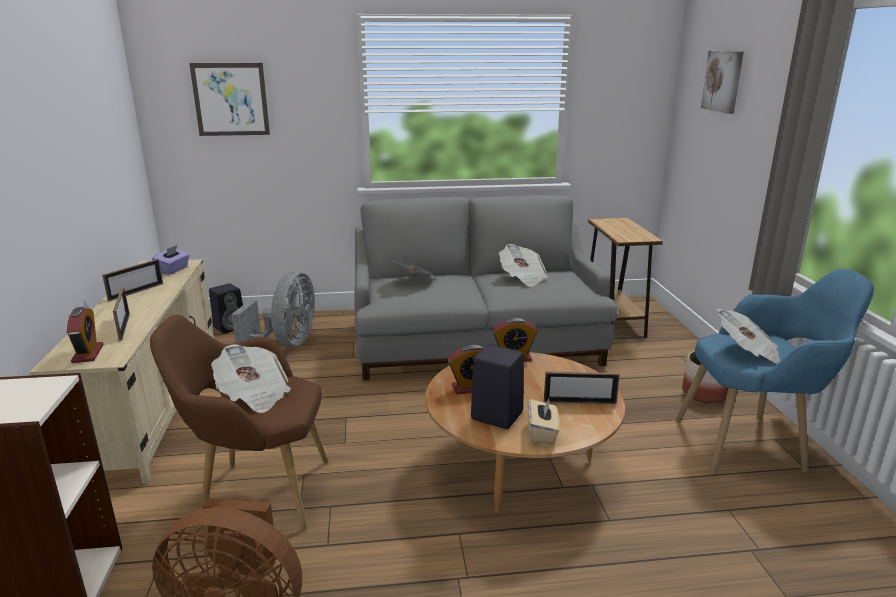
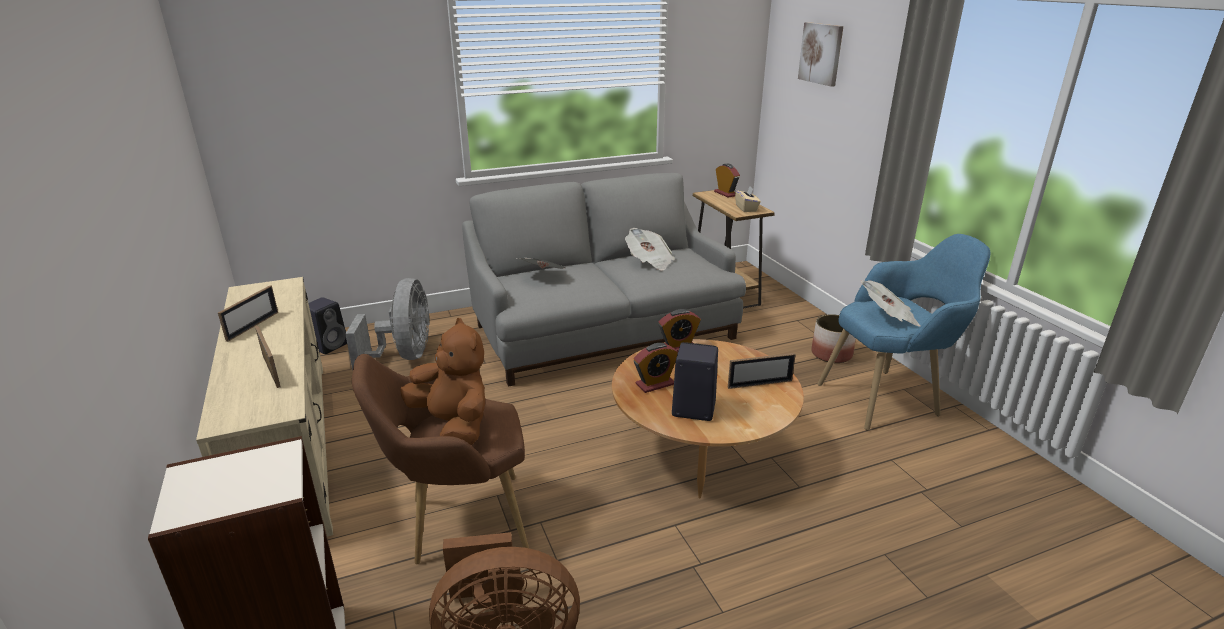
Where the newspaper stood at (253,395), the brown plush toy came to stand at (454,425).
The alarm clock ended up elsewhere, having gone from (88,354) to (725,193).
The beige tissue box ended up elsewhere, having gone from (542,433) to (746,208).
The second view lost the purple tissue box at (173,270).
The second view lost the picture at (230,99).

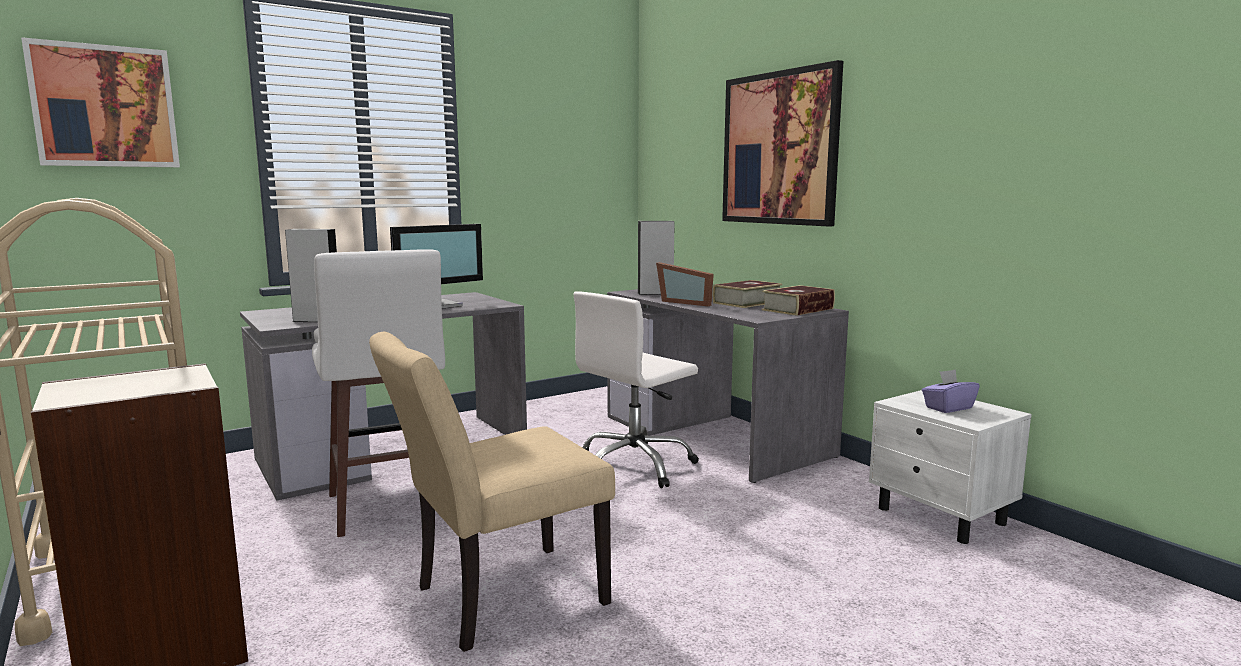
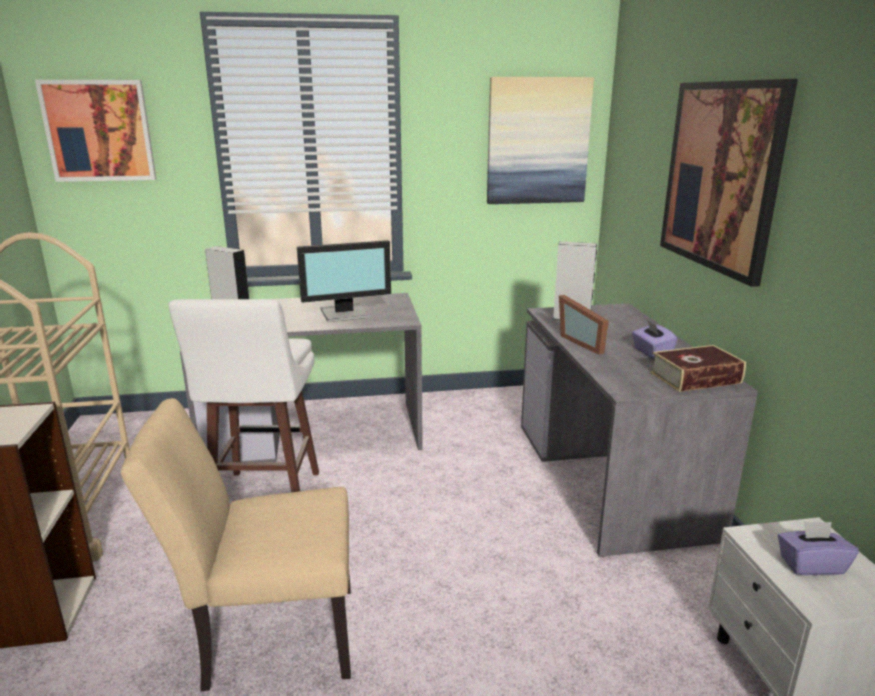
The second view gained the picture at (537,141).
Where the book stood at (747,302), the purple tissue box came to stand at (651,352).
The second view lost the white office chair at (634,465).

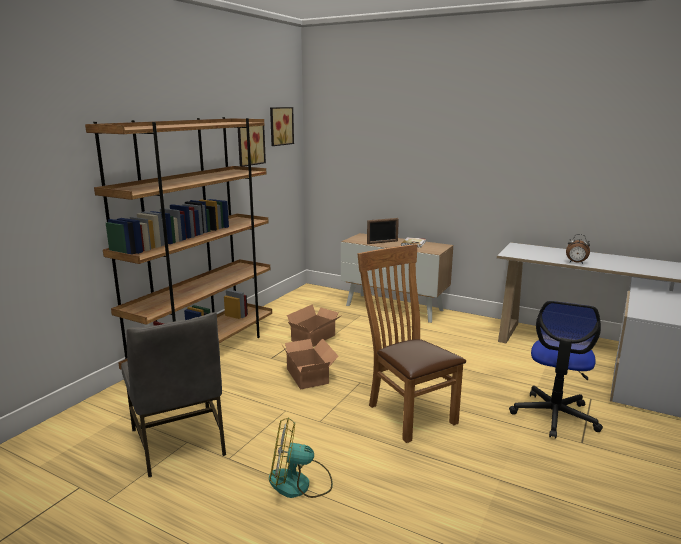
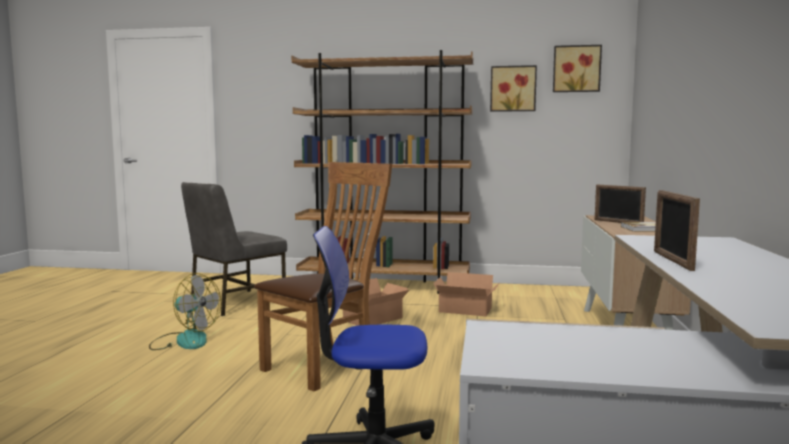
The fan at (299,483) ended up facing another way, 135 degrees clockwise from before.
Where the alarm clock stood at (576,263), the picture frame came to stand at (672,260).

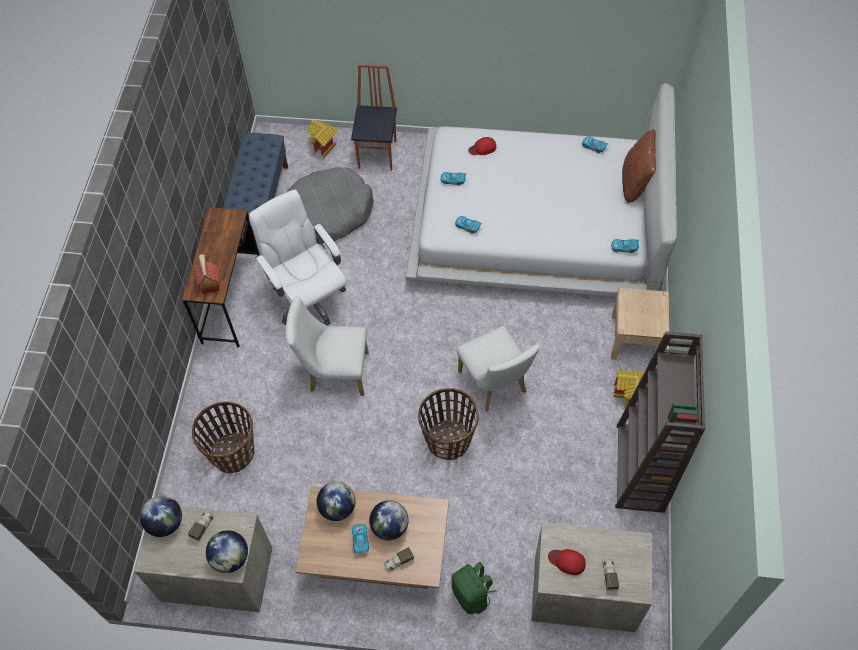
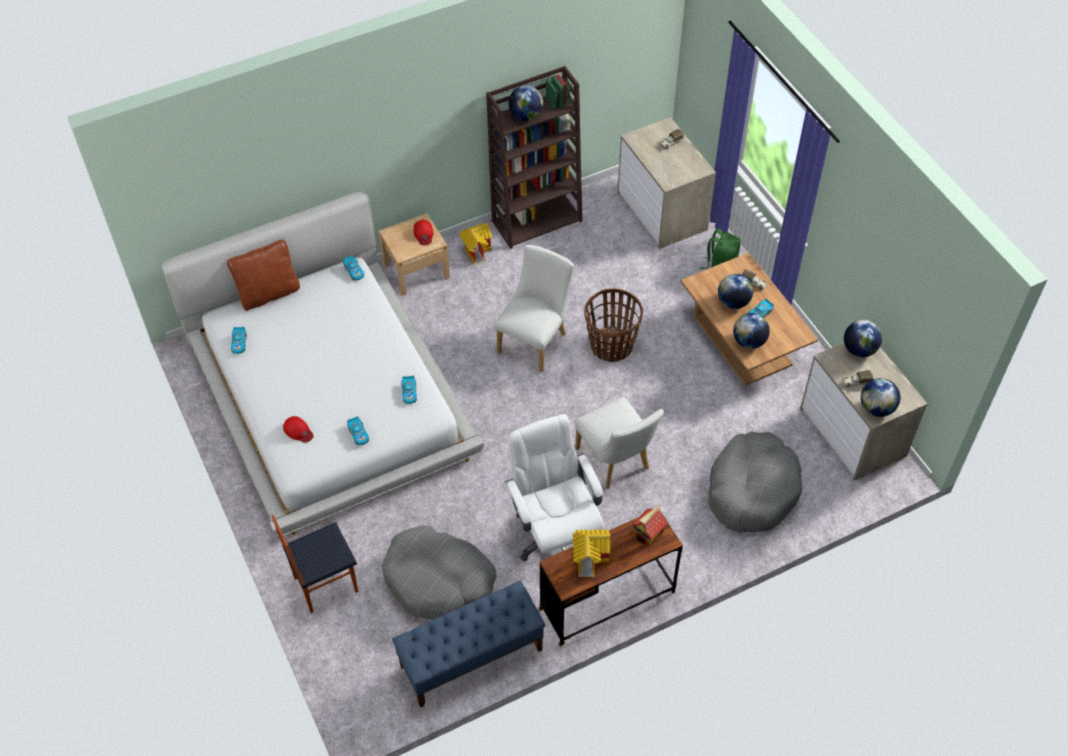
The red cap ended up elsewhere, having gone from (567,561) to (423,234).
The white office chair at (308,297) ended up facing another way, 135 degrees clockwise from before.
The second view gained the globe at (526,116).
The toy house ended up elsewhere, having gone from (324,147) to (590,558).
Where the basket stood at (233,453), the grey dog bed came to stand at (752,490).

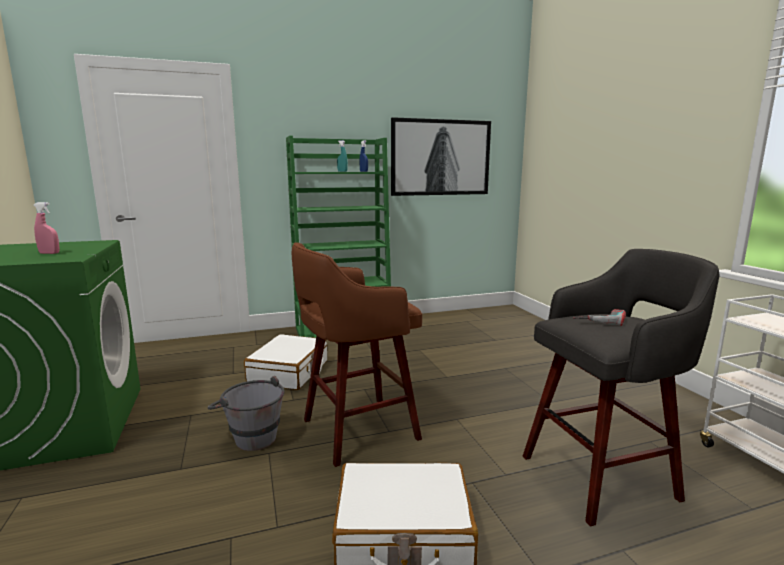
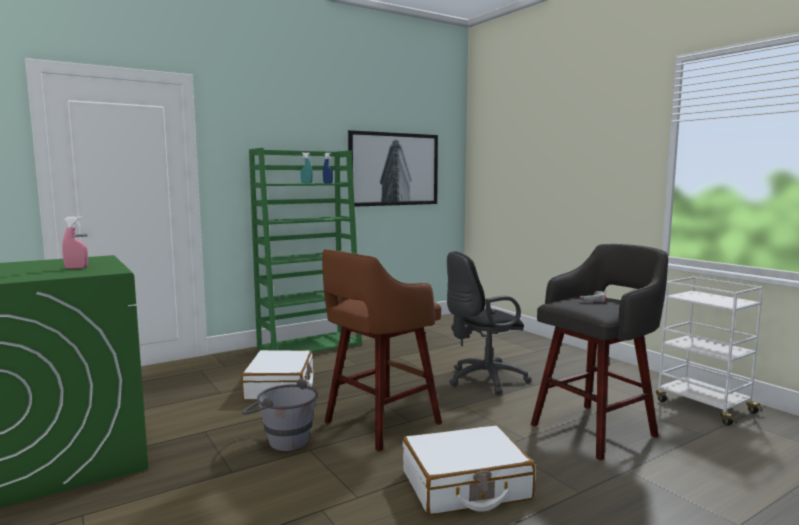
The second view gained the black office chair at (482,380).

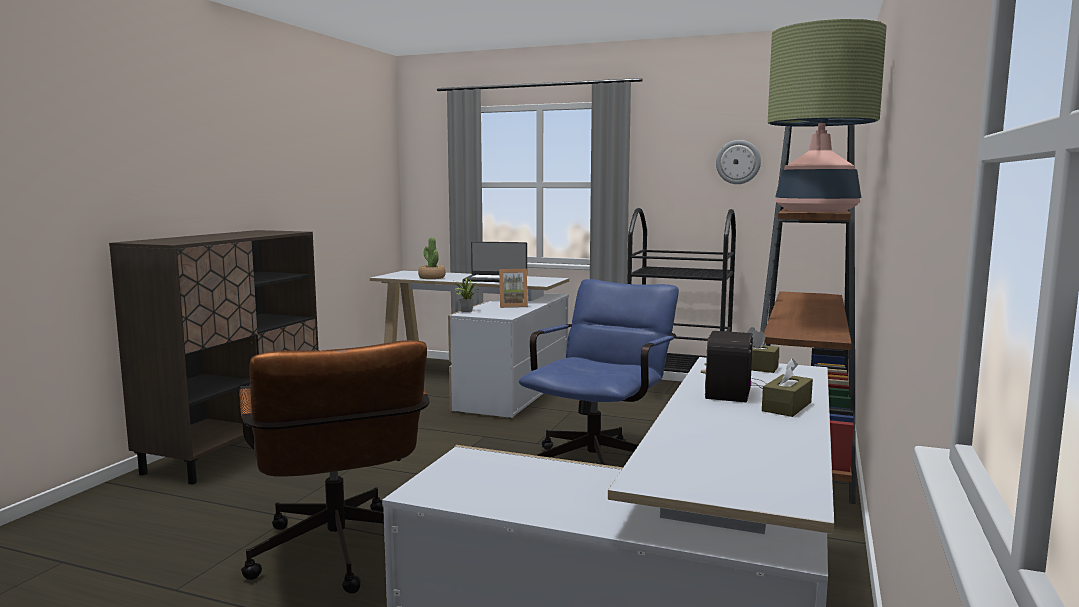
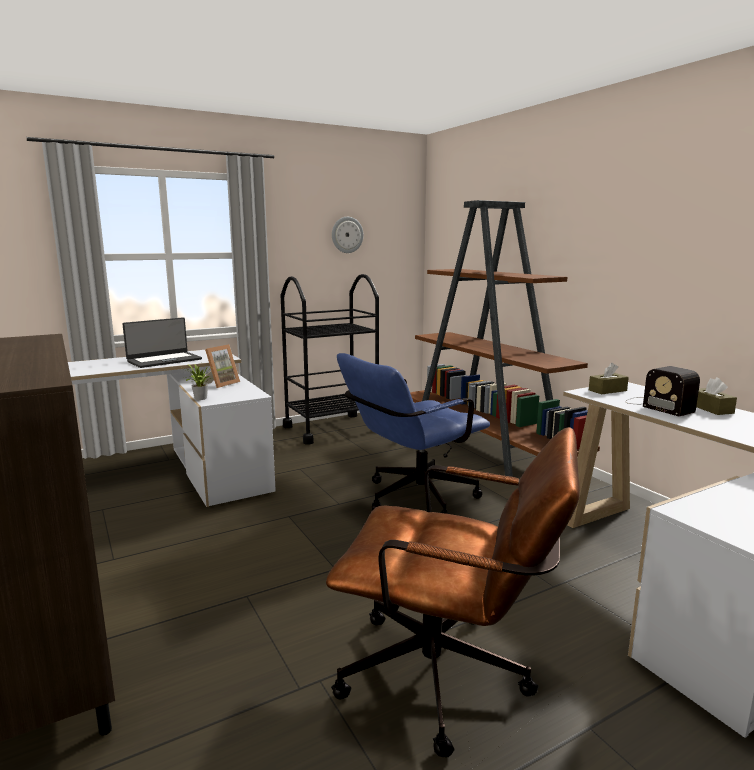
The blue office chair at (599,463) ended up facing another way, 105 degrees counterclockwise from before.
The second view lost the potted plant at (431,278).
The second view lost the table lamp at (816,210).

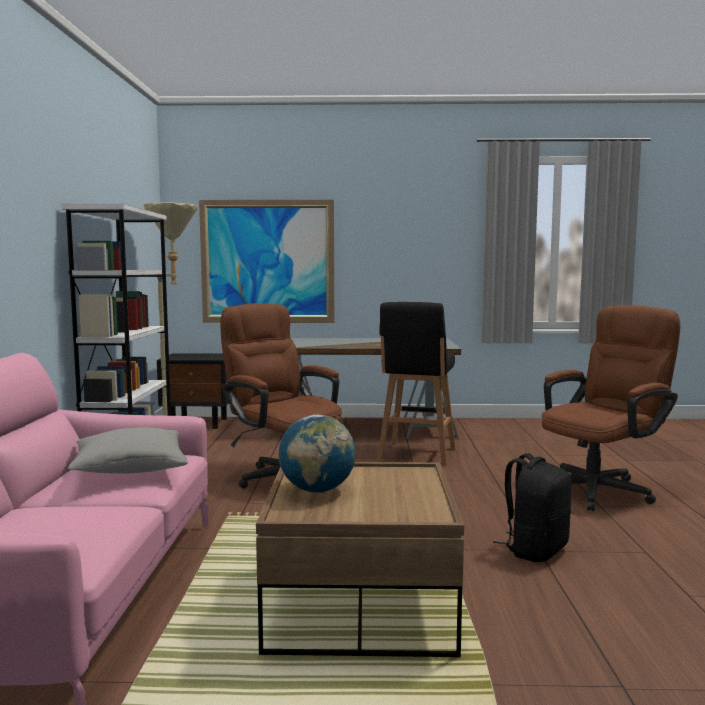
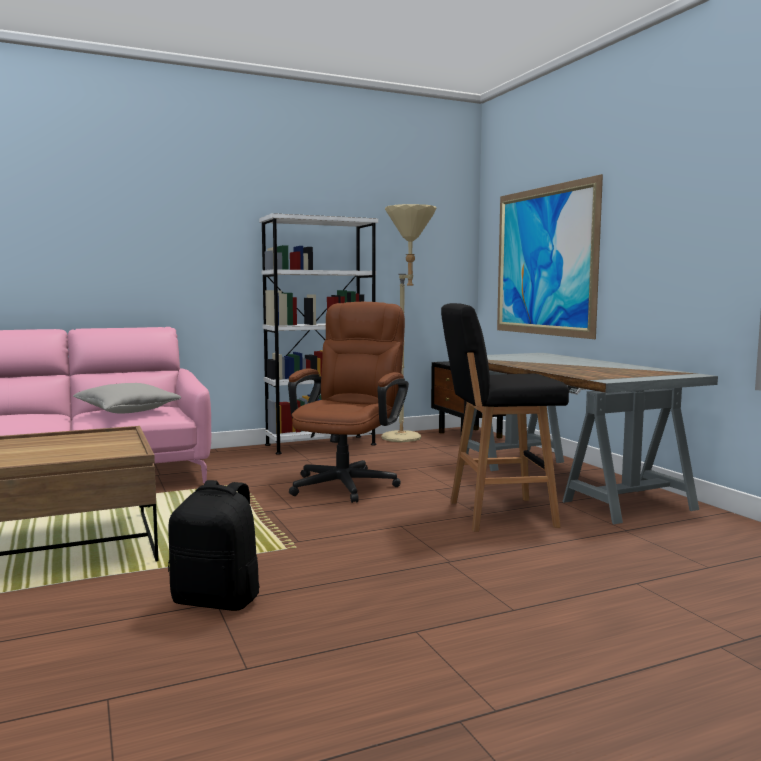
The second view lost the globe at (317,490).
The second view lost the brown office chair at (600,489).

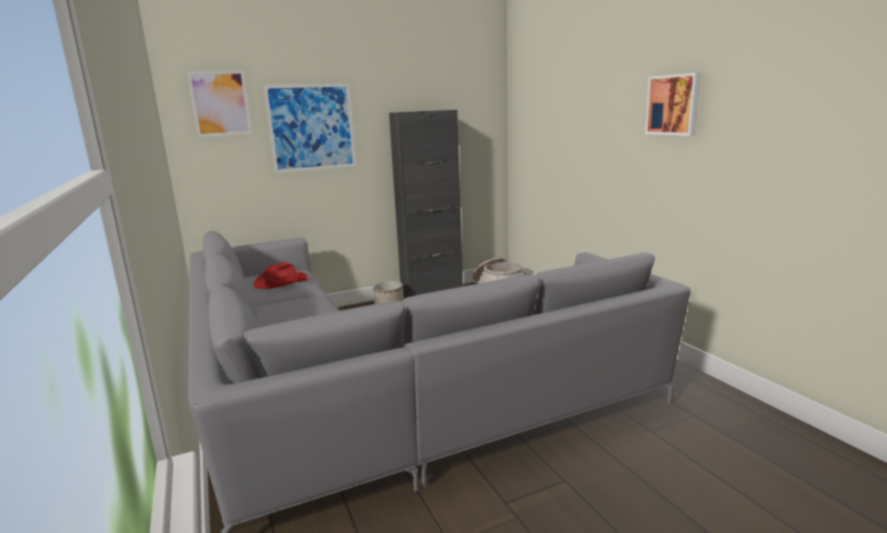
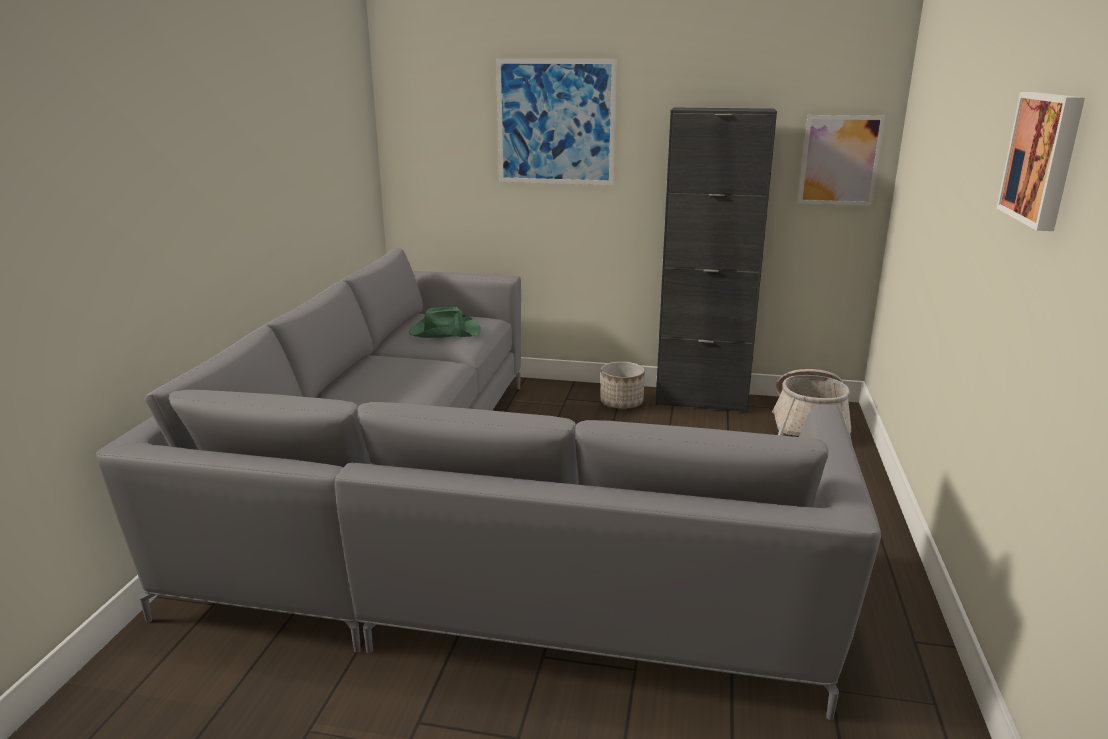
What was the red hat at (280,282) turned into the green hat at (444,332).
The picture ended up elsewhere, having gone from (220,103) to (840,160).

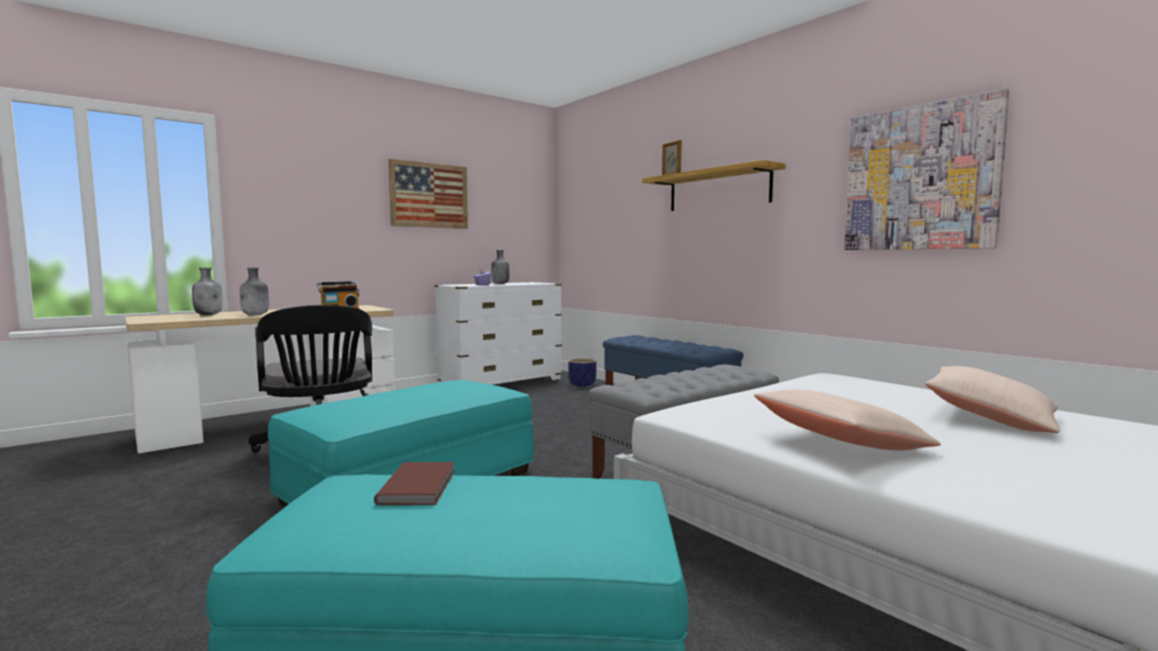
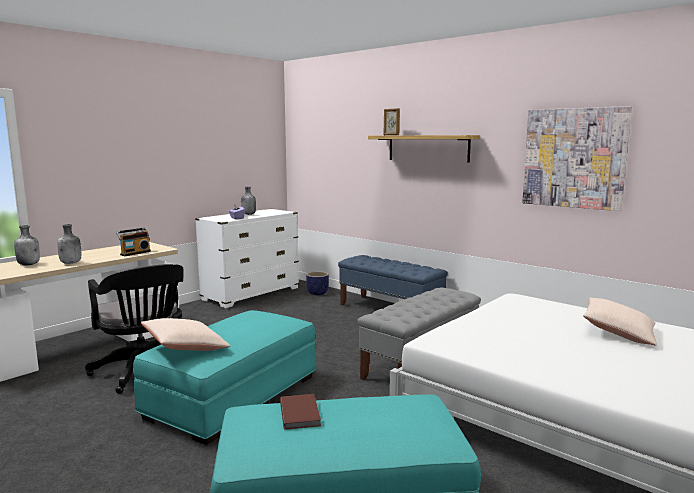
The beige pillow ended up elsewhere, having gone from (841,443) to (185,347).
The second view lost the picture at (429,195).

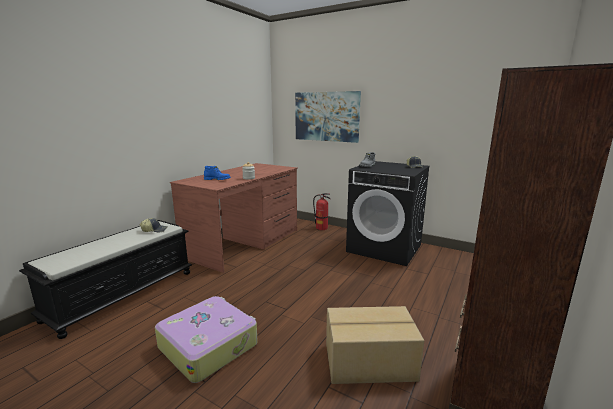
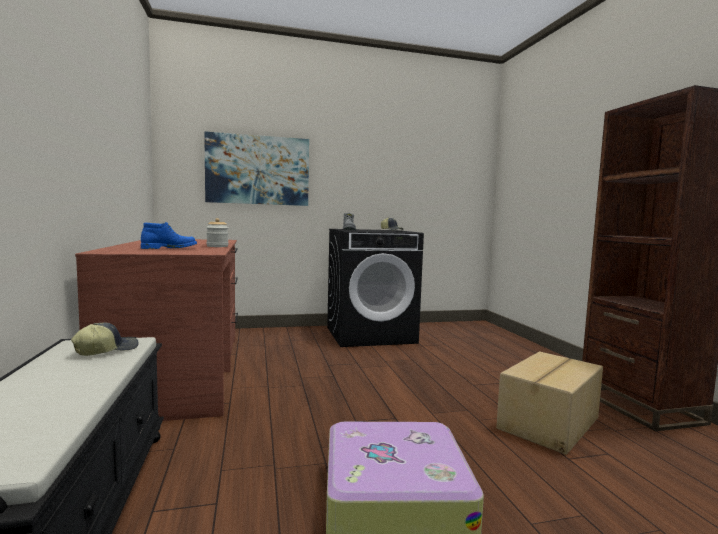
The second view lost the fire extinguisher at (322,228).

